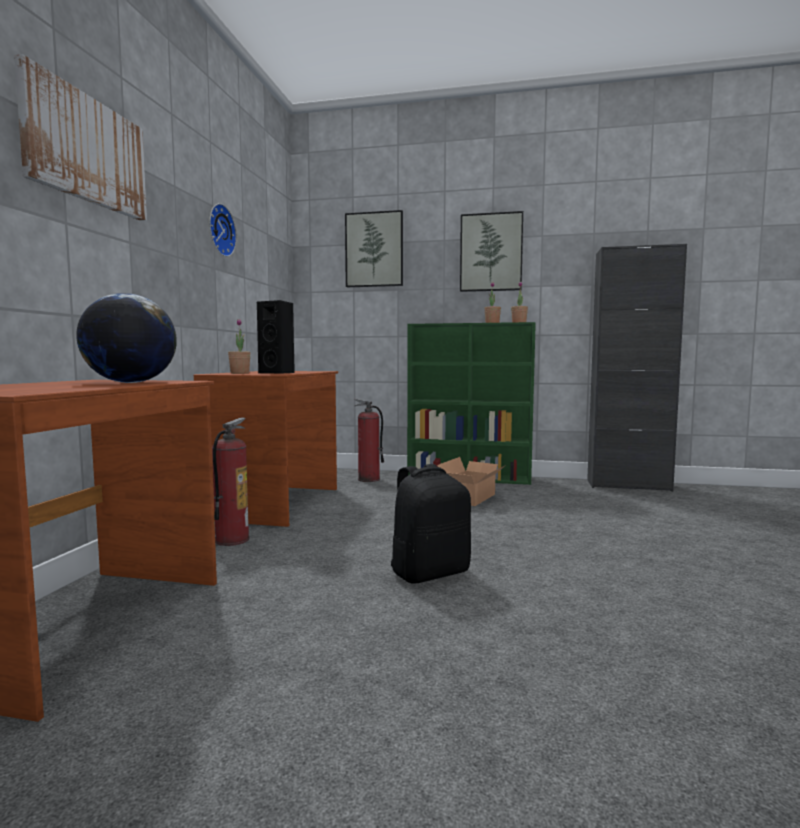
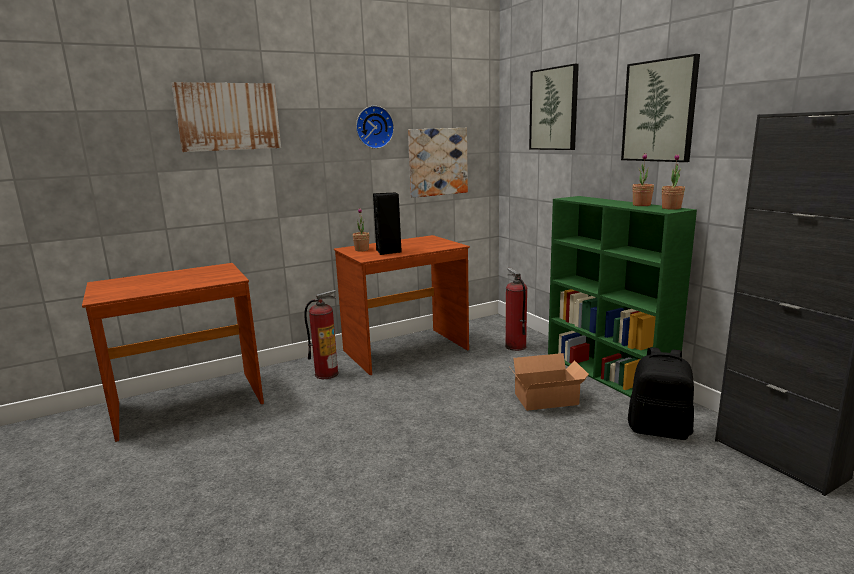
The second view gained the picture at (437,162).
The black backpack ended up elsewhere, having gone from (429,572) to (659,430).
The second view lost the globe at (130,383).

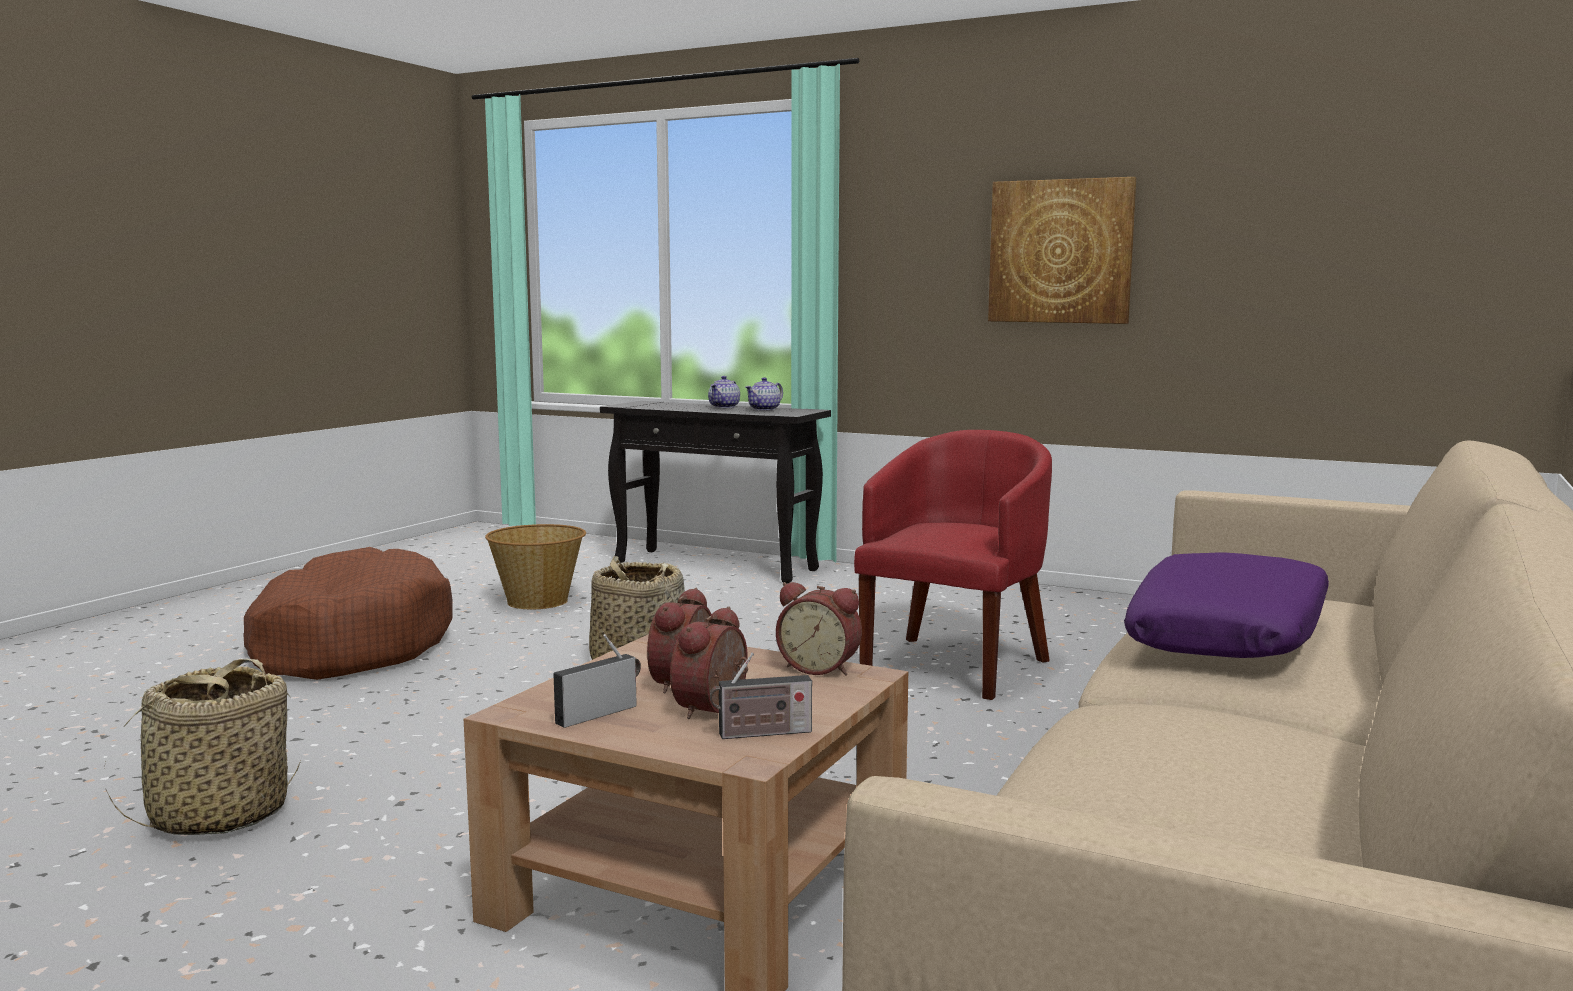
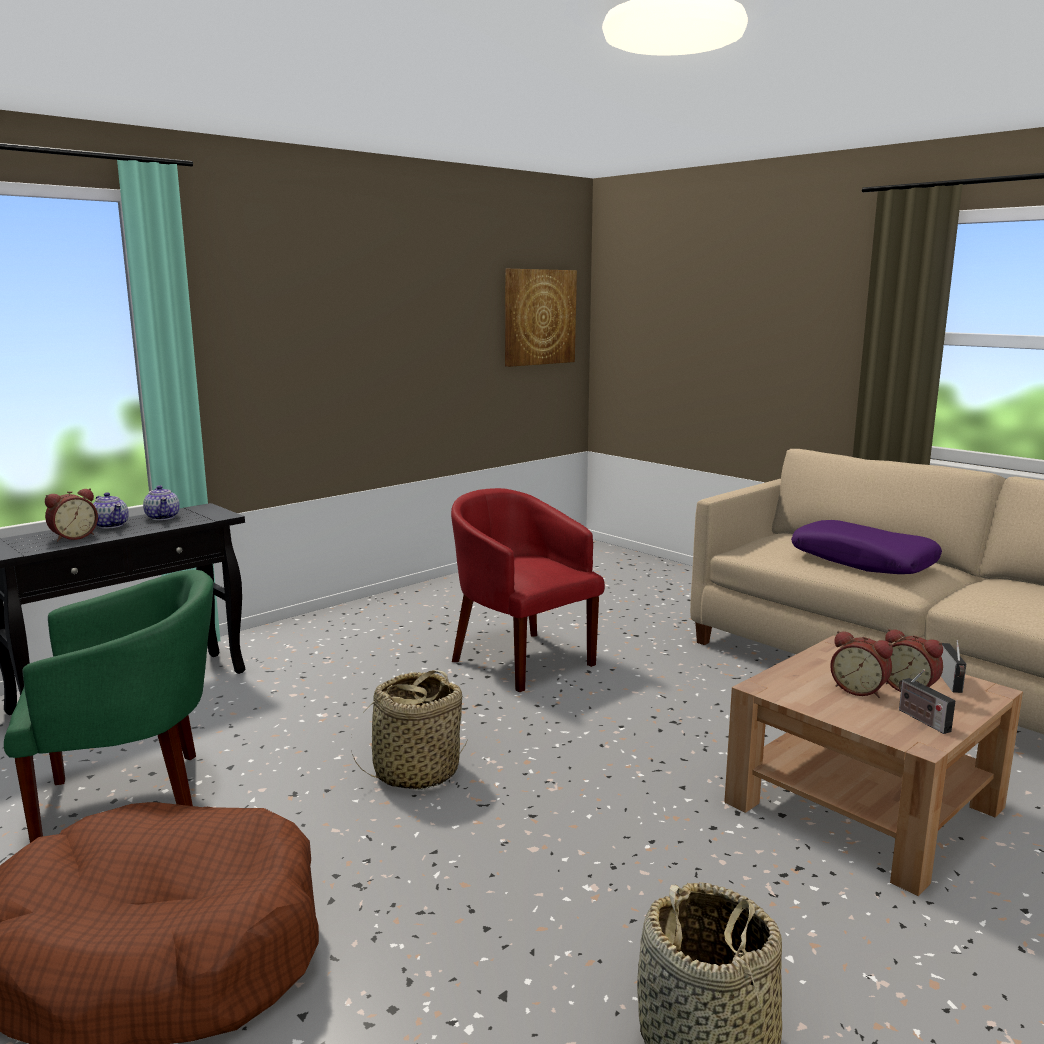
Where the basket stood at (538,602), the green armchair came to stand at (132,801).
The alarm clock ended up elsewhere, having gone from (820,668) to (73,537).
The picture ended up elsewhere, having gone from (1060,251) to (539,317).

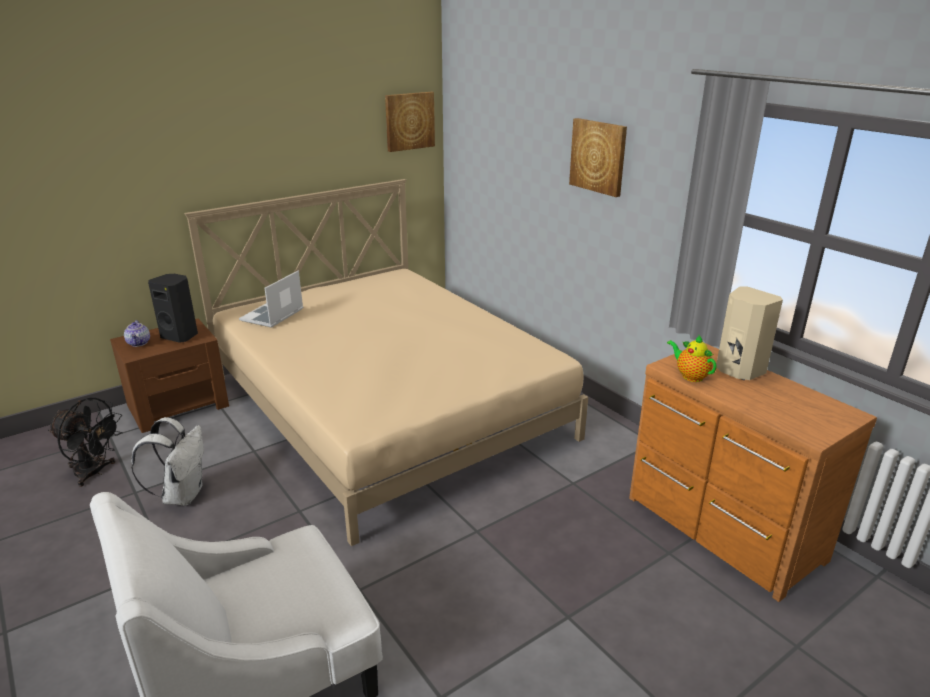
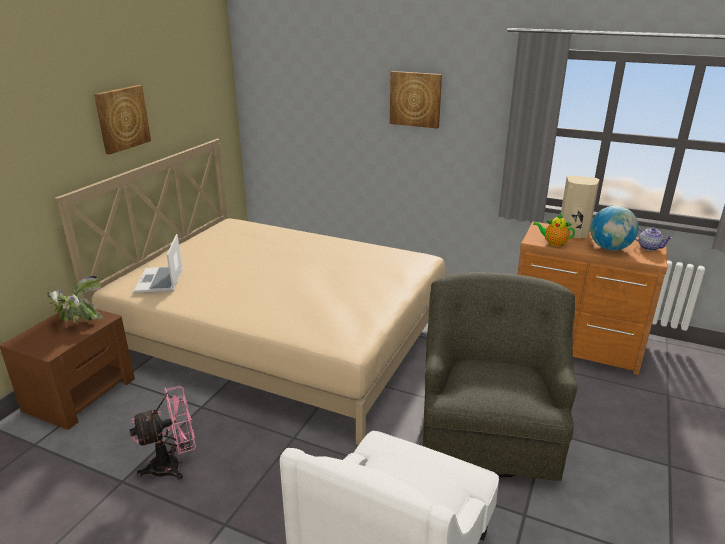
Where the black speaker stood at (181,336), the potted plant came to stand at (78,322).
The picture ended up elsewhere, having gone from (409,121) to (122,118).
Where the white backpack stood at (182,494), the pink fan came to stand at (173,465).
The second view gained the green armchair at (490,426).
The second view gained the globe at (610,248).
The teapot ended up elsewhere, having gone from (139,343) to (649,247).
The second view lost the black fan at (95,473).

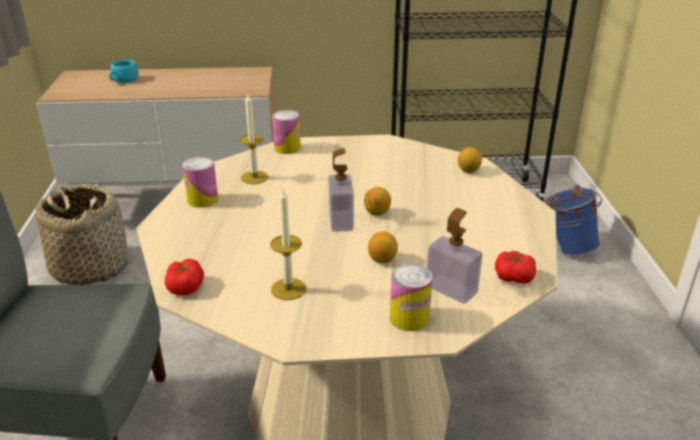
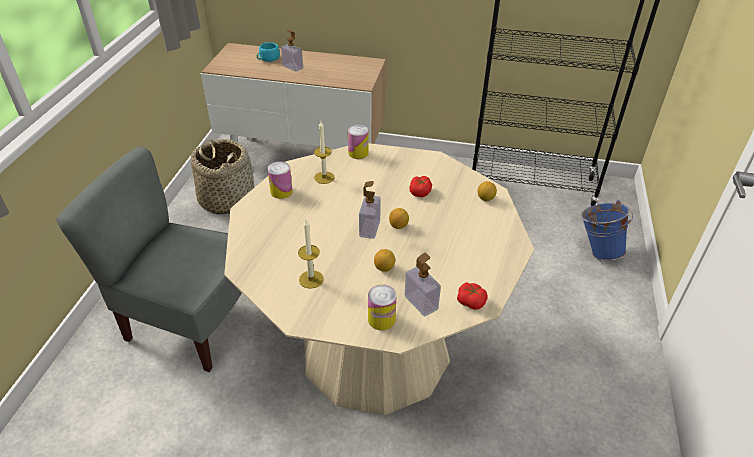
The second view gained the soap dispenser at (293,67).
The tomato ended up elsewhere, having gone from (186,286) to (420,192).

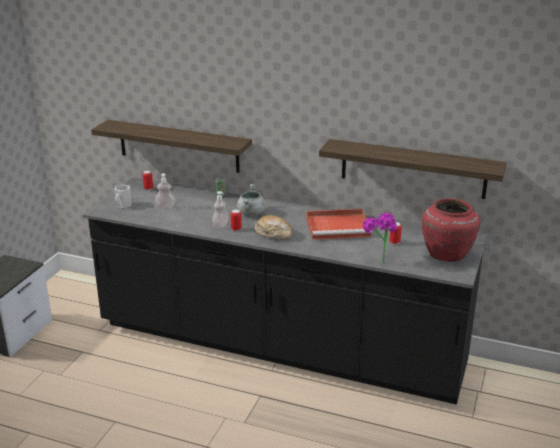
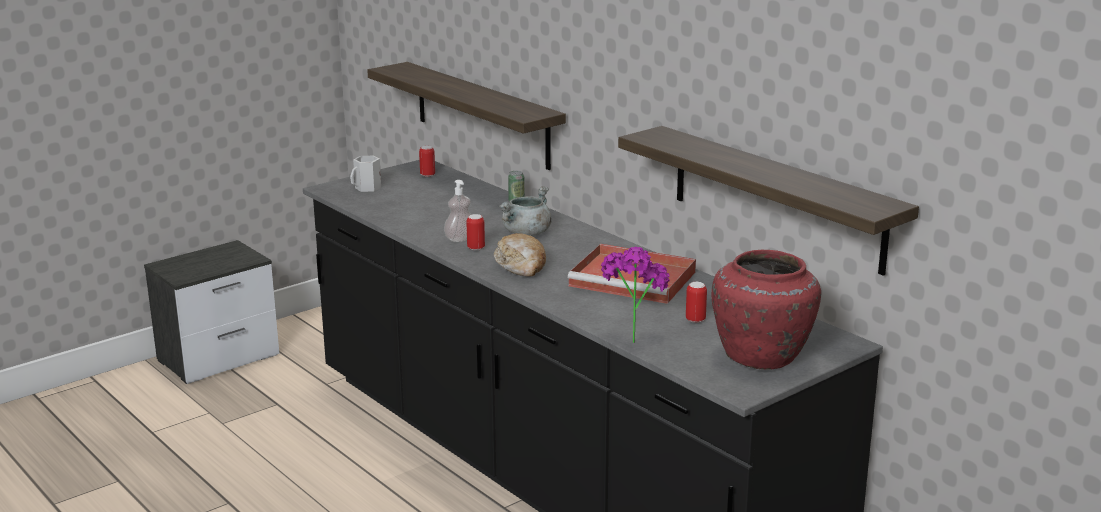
The second view lost the soap dispenser at (165,206).

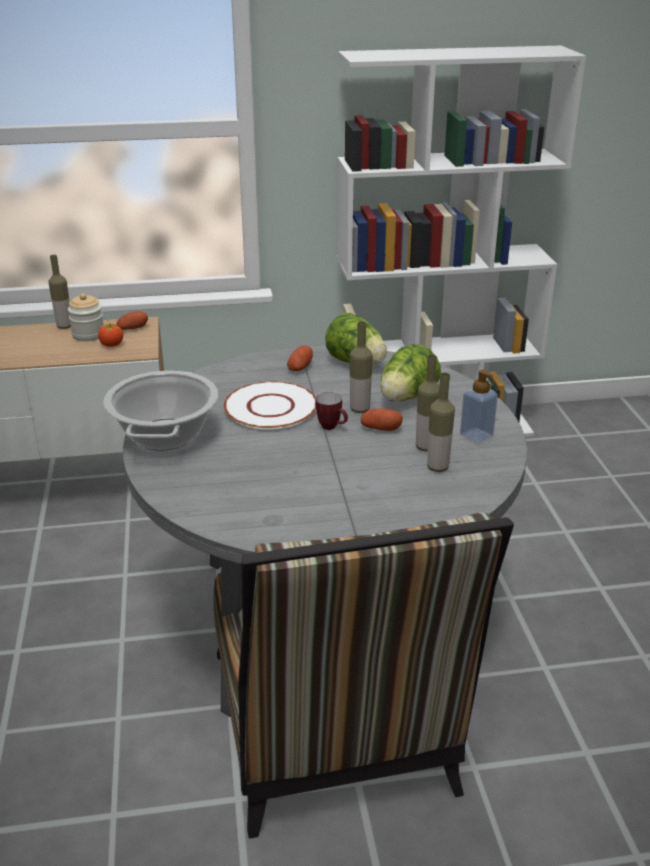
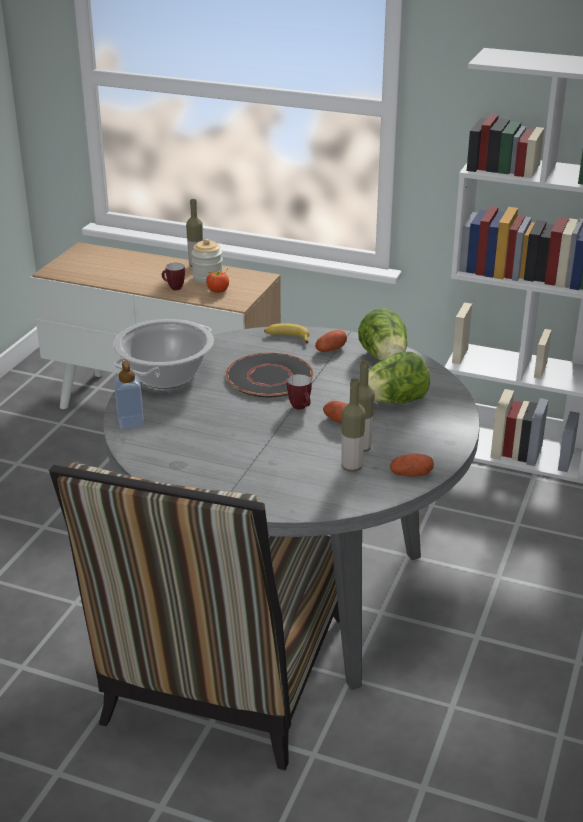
The soap dispenser ended up elsewhere, having gone from (476,436) to (130,422).
The second view gained the mug at (173,288).
What was the white plate at (270,407) turned into the black plate at (269,376).
The second view gained the banana at (287,337).
The potato ended up elsewhere, having gone from (133,328) to (411,474).
The second view lost the bottle at (359,409).

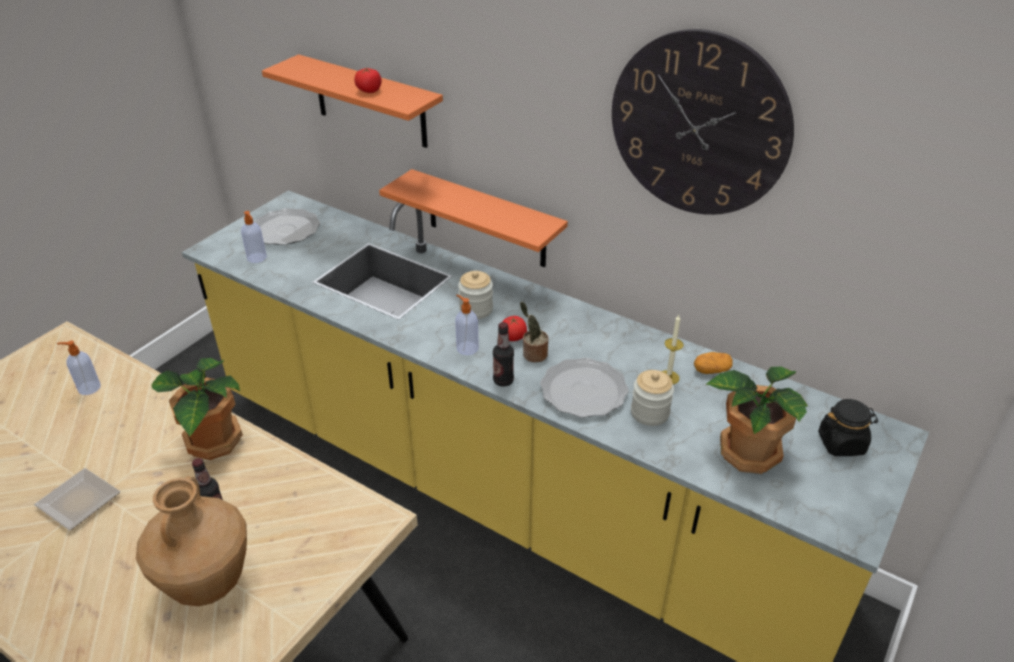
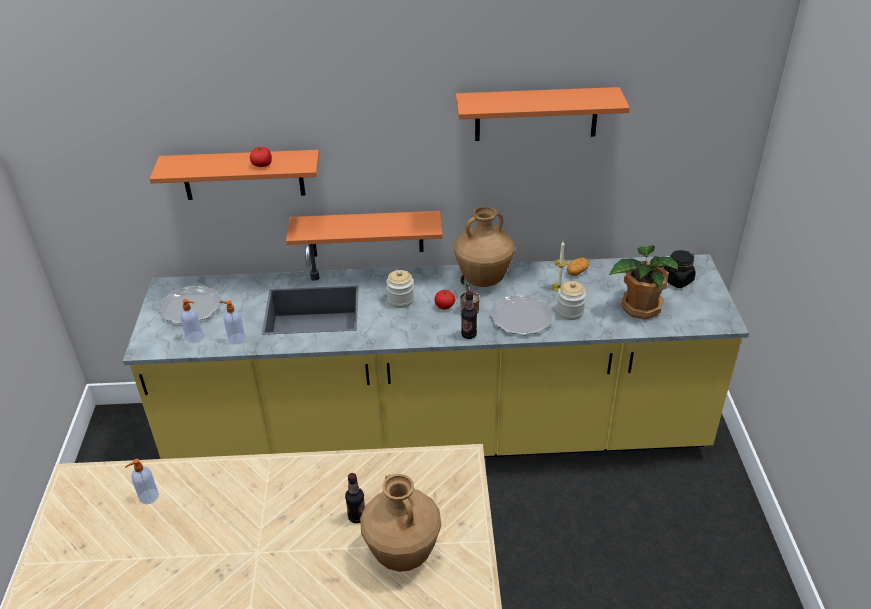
The soap dispenser ended up elsewhere, having gone from (467,348) to (236,338).
The second view gained the brown vase at (484,280).
Where the wall clock hung at (699,125), the orange shelf came to hang at (536,114).
The second view lost the plate at (79,499).
The second view lost the potted plant at (212,443).

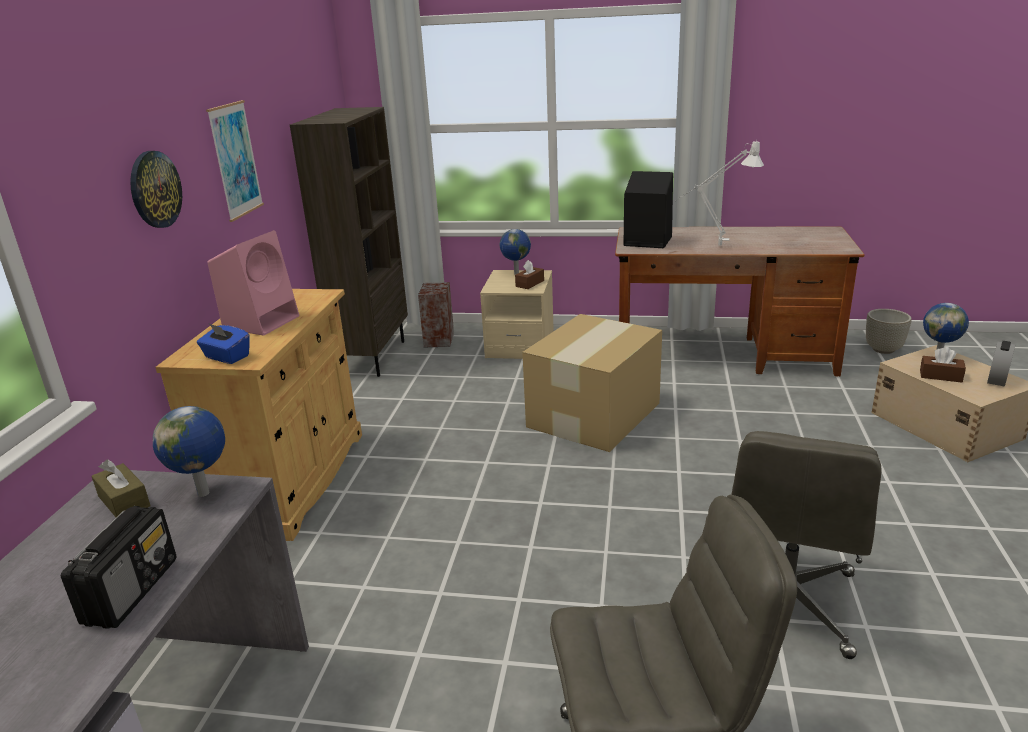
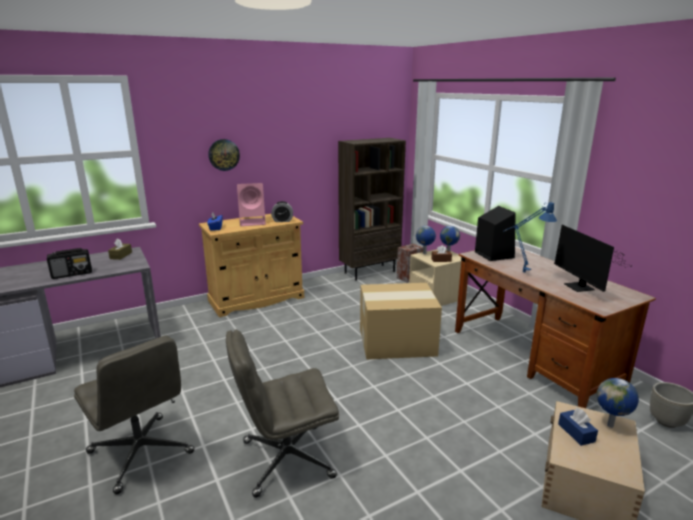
The alarm clock ended up elsewhere, having gone from (997,379) to (282,221).
The globe ended up elsewhere, having gone from (205,493) to (424,253).
What was the white table lamp at (714,246) turned into the blue table lamp at (520,271).
The second view gained the monitor at (580,288).
What was the brown tissue box at (940,376) turned into the blue tissue box at (576,433).
The second view lost the picture at (235,160).

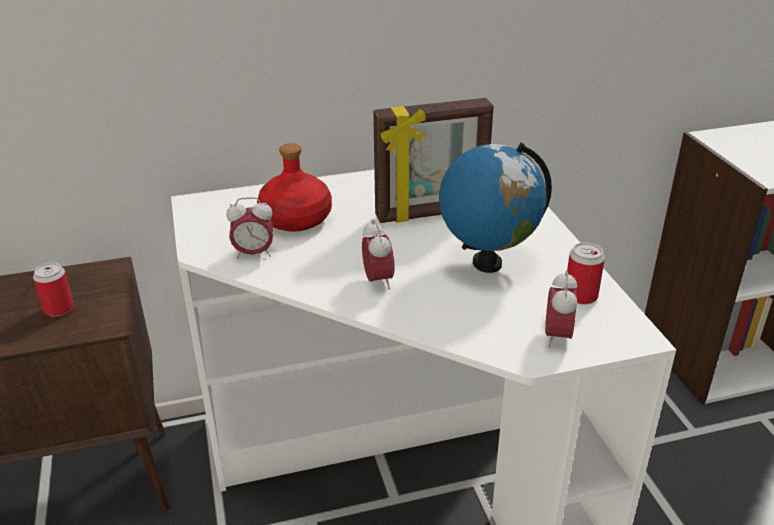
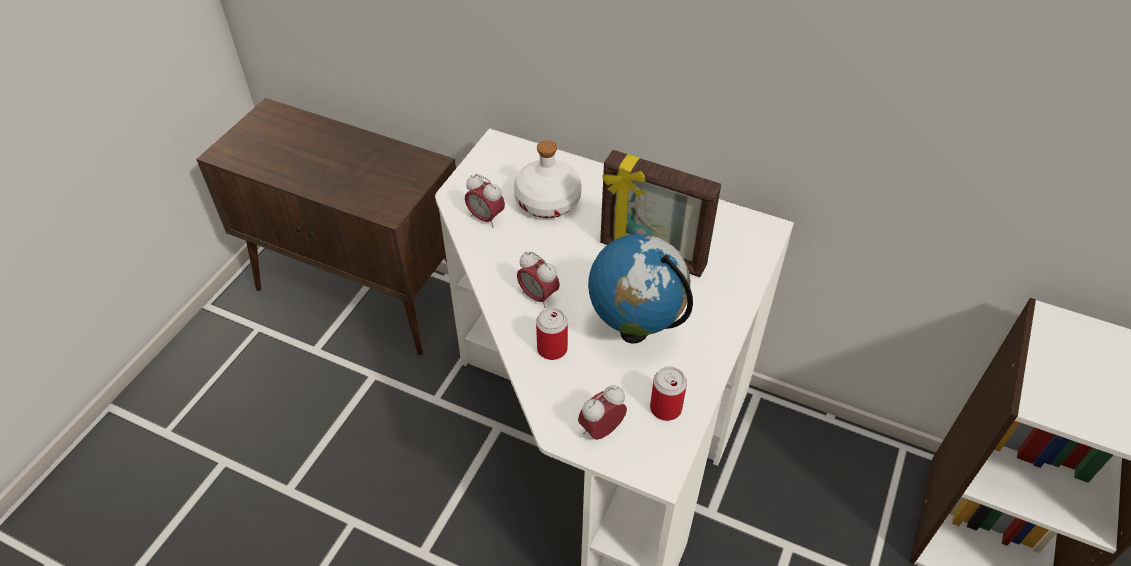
What was the red bottle at (296,219) turned into the white bottle at (548,202).
The alarm clock at (378,281) ended up facing another way, 105 degrees clockwise from before.
The can ended up elsewhere, having gone from (59,309) to (552,349).

